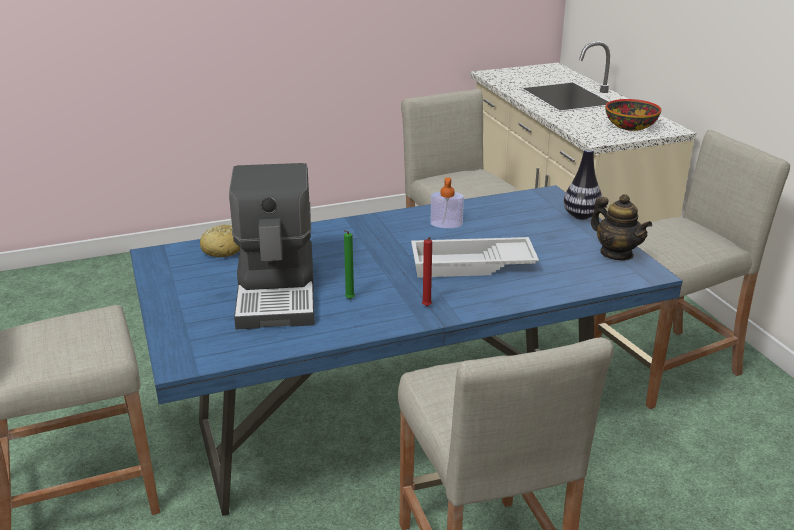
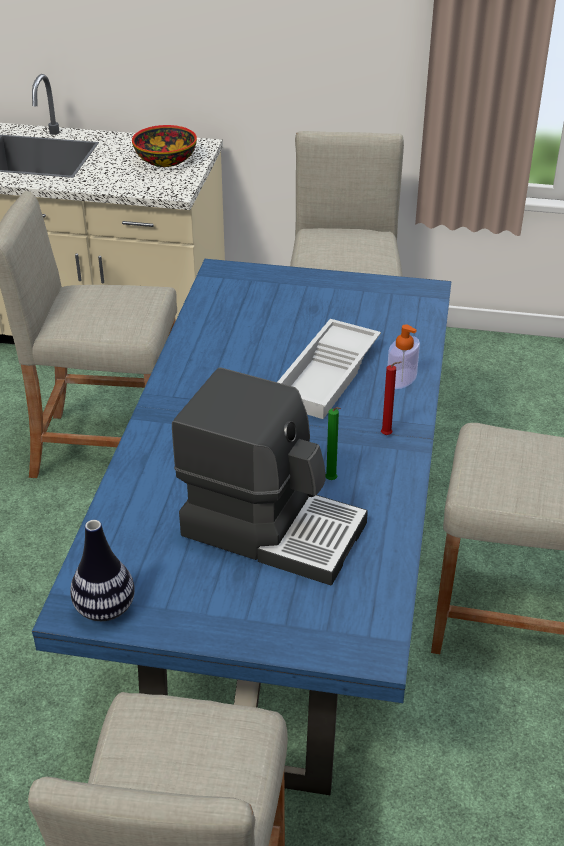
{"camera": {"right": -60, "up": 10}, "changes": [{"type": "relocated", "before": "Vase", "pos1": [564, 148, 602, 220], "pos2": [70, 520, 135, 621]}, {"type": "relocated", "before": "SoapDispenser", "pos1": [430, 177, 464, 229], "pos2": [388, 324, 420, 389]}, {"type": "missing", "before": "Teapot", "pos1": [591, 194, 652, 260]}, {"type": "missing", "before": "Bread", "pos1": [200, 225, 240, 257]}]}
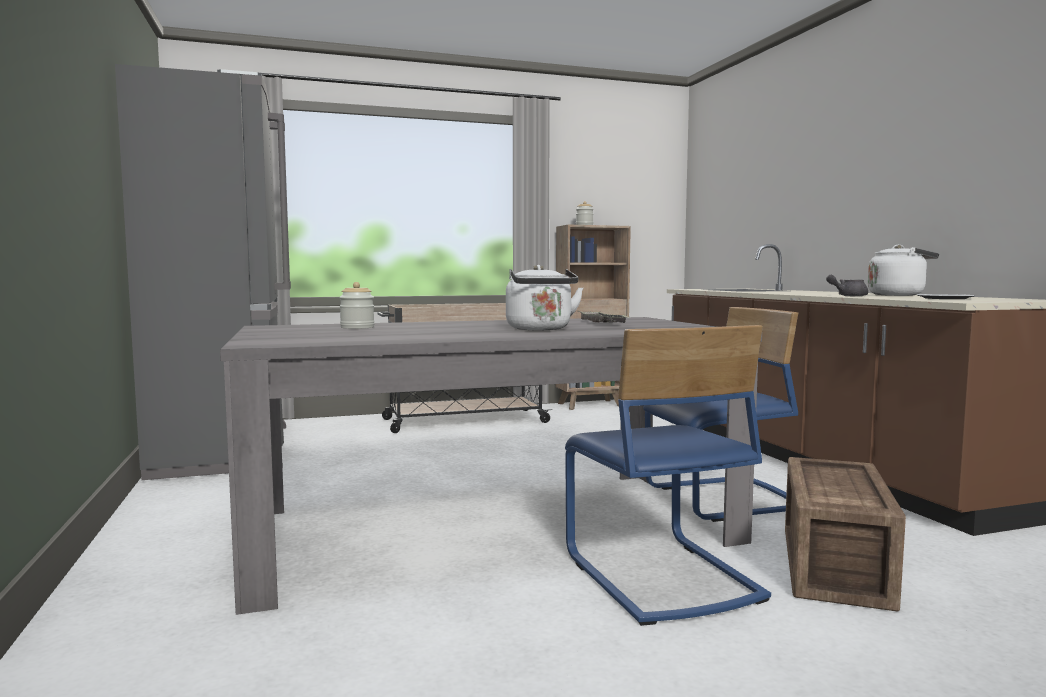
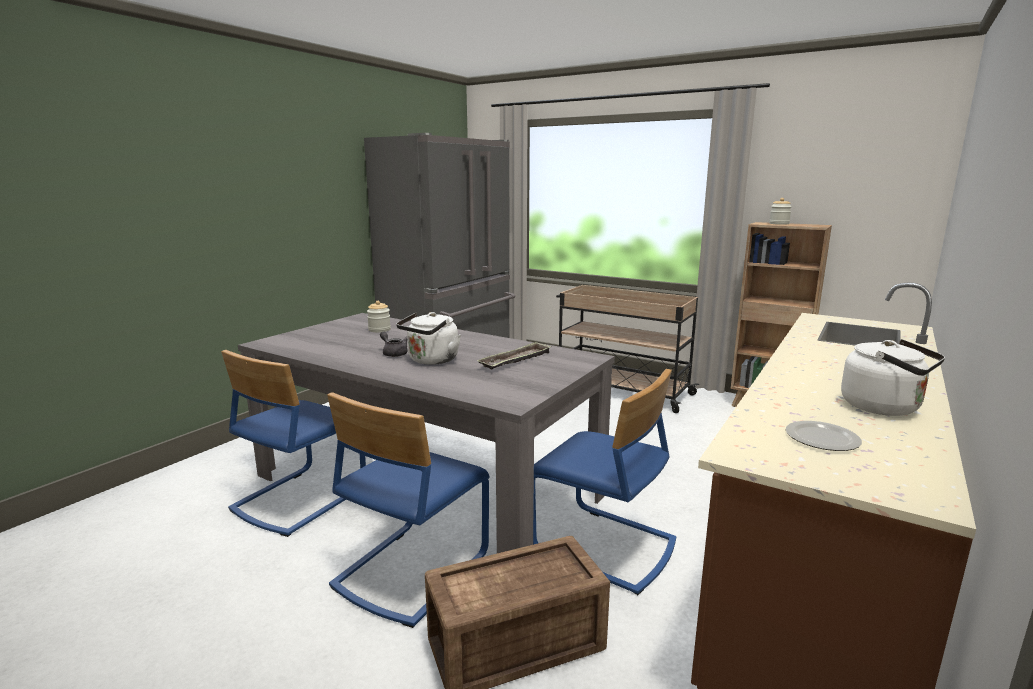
{"camera": {"right": 50, "up": 10}, "changes": [{"type": "relocated", "before": "GreyTeapot", "pos1": [826, 275, 868, 297], "pos2": [380, 331, 408, 357]}, {"type": "appeared", "after": "BlueChair", "pos2": [221, 350, 366, 537]}]}
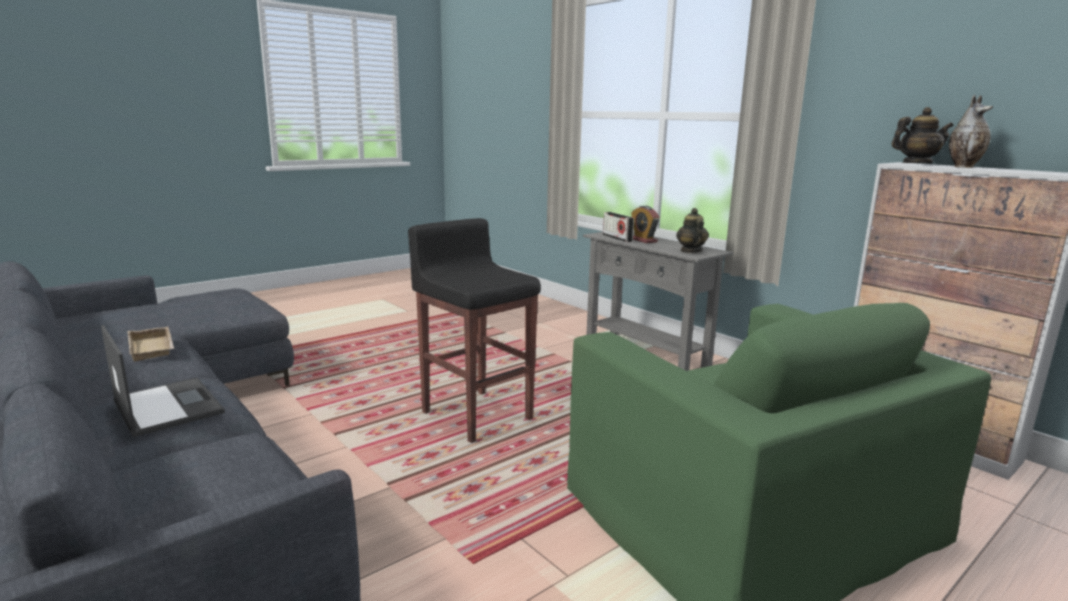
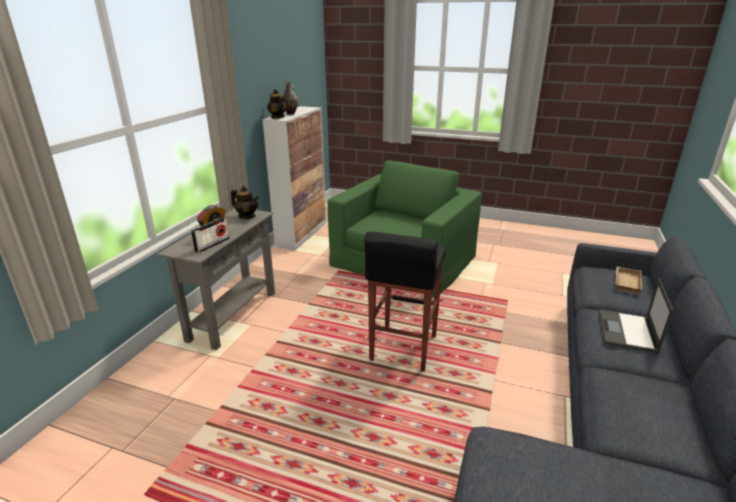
{"camera": {"right": -120, "up": 10}, "changes": [{"type": "spun", "before": "Teapot", "pos1": [676, 208, 709, 253], "pos2": [231, 186, 259, 219], "turn": -120}, {"type": "relocated", "before": "BeigeTray", "pos1": [127, 327, 175, 362], "pos2": [616, 267, 642, 293]}]}
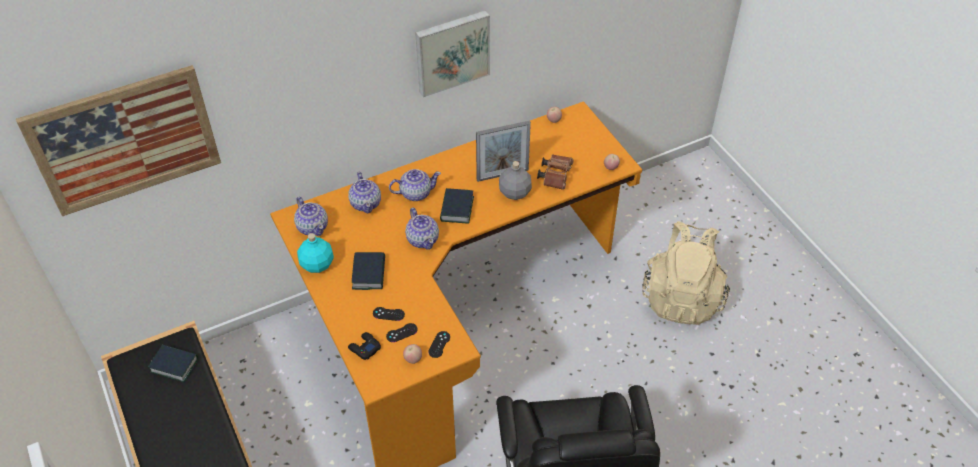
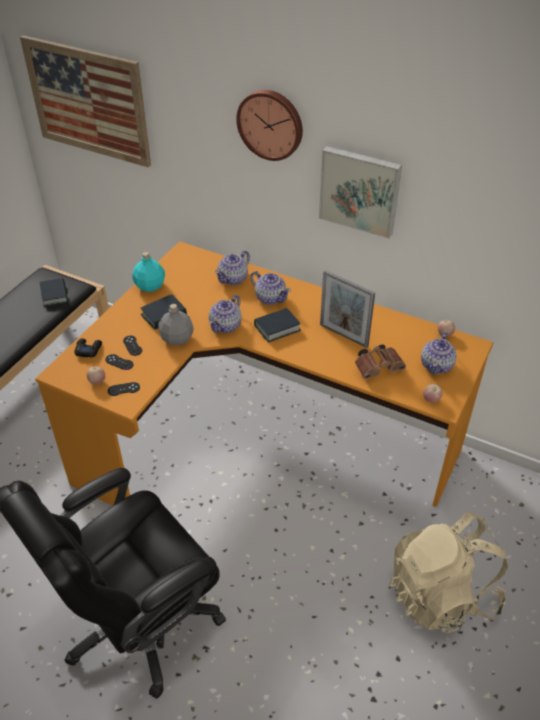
{"camera": {"right": 55, "up": -5}, "changes": [{"type": "relocated", "before": "GreyBottle", "pos1": [499, 161, 532, 200], "pos2": [158, 304, 194, 345]}, {"type": "relocated", "before": "Teapot", "pos1": [294, 197, 328, 236], "pos2": [421, 332, 457, 374]}, {"type": "appeared", "after": "WallClock", "pos2": [236, 90, 303, 161]}]}
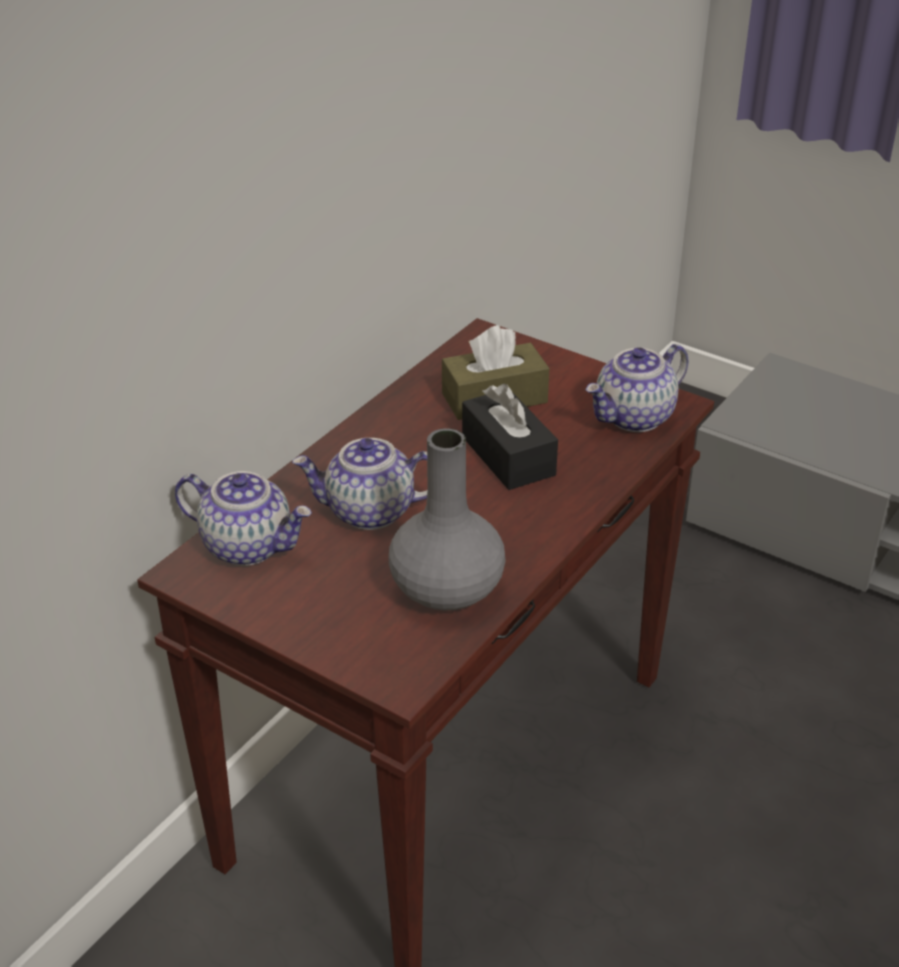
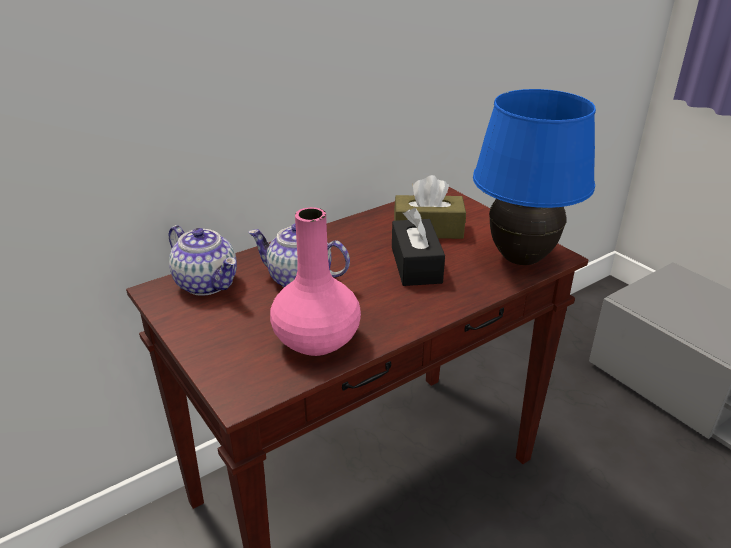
{"camera": {"right": 20, "up": -5}, "changes": [{"type": "exchanged", "before": "Teapot", "after": "BlueTableLamp", "pos1": [586, 344, 689, 432], "pos2": [473, 89, 596, 265]}, {"type": "colour", "before": "GreyVase", "after": "PinkVase", "pos1": [389, 428, 506, 611], "pos2": [270, 207, 361, 356]}]}
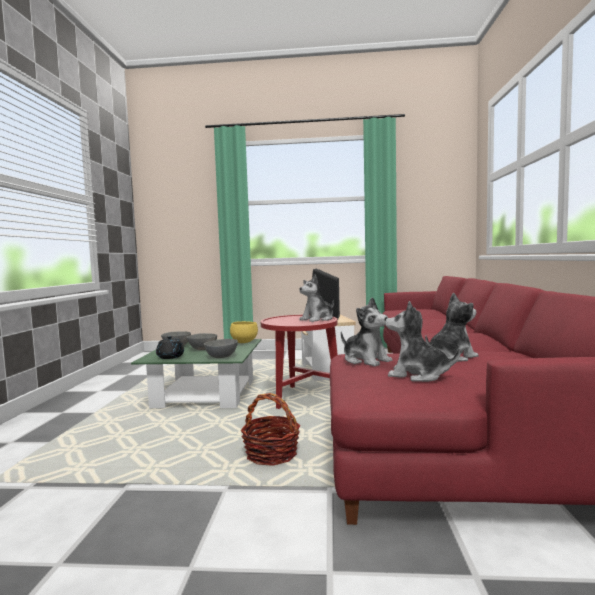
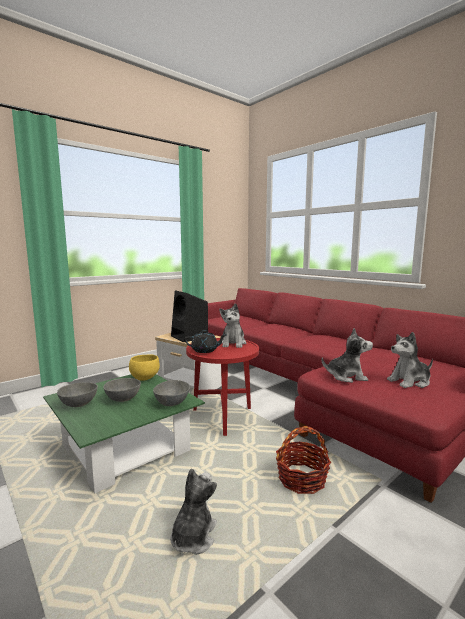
{"camera": {"right": -45, "up": 5}, "changes": [{"type": "relocated", "before": "PlushToy", "pos1": [425, 292, 479, 362], "pos2": [170, 468, 217, 555]}, {"type": "relocated", "before": "BlackTeapot", "pos1": [156, 336, 184, 359], "pos2": [184, 330, 226, 353]}]}
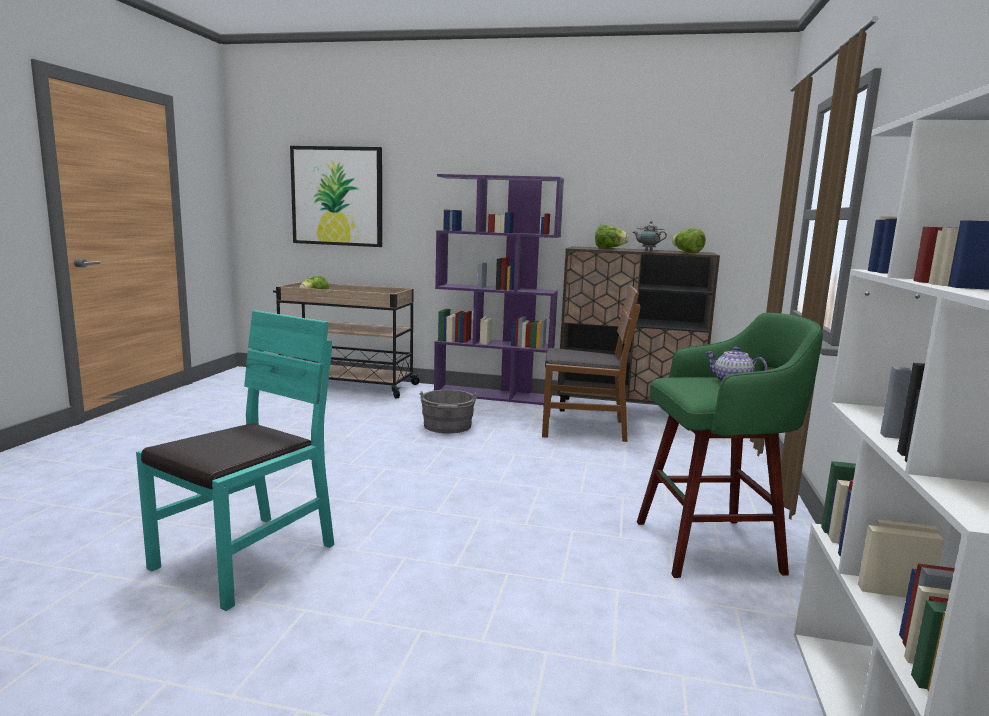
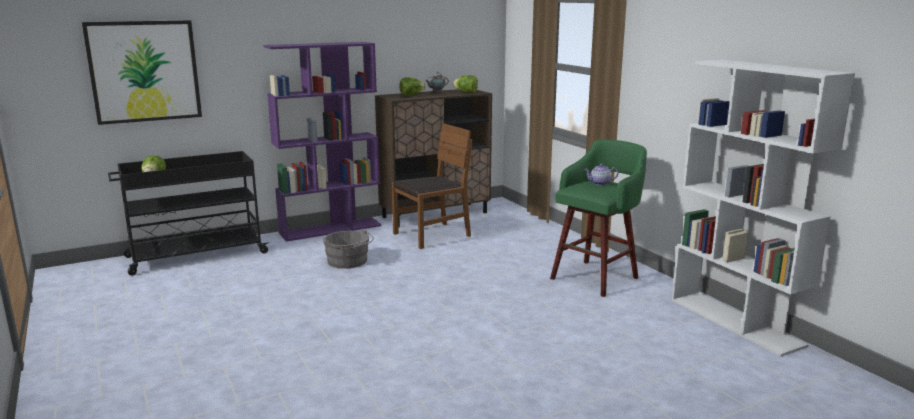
{"camera": {"right": -40, "up": 5}, "changes": [{"type": "colour", "before": "BeigeCart", "after": "BlackCart", "pos1": [273, 282, 421, 399], "pos2": [108, 151, 269, 276]}, {"type": "missing", "before": "TurquoiseChair", "pos1": [136, 310, 334, 611]}]}
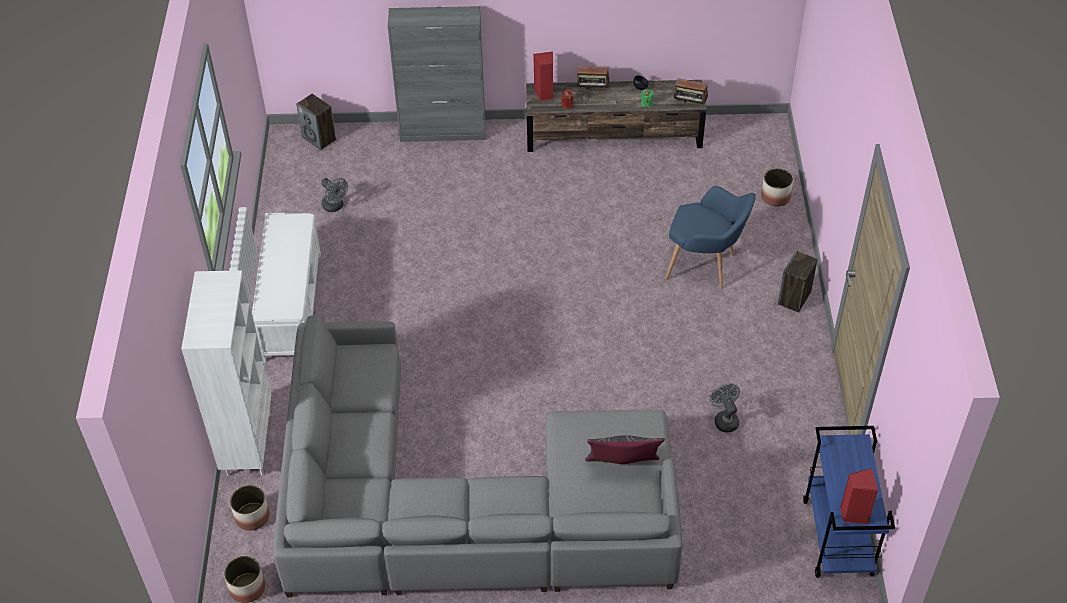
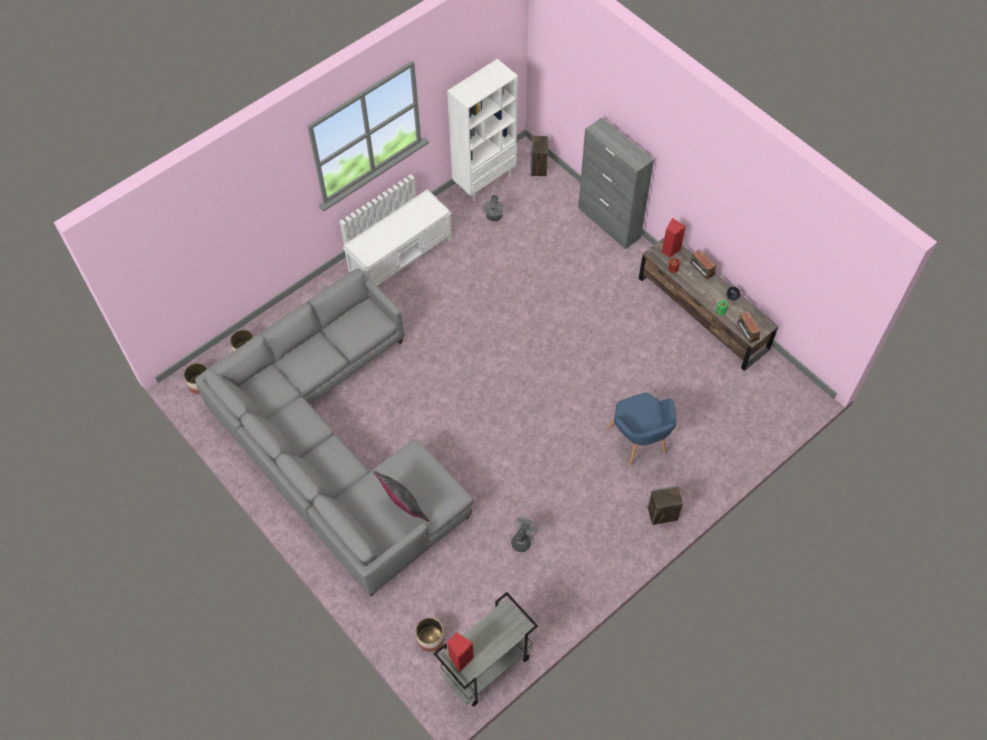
{"camera": {"right": 50, "up": 10}, "changes": [{"type": "relocated", "before": "Planter", "pos1": [761, 168, 793, 207], "pos2": [415, 617, 444, 652]}, {"type": "relocated", "before": "WhiteBookcase", "pos1": [181, 270, 271, 476], "pos2": [447, 59, 518, 201]}, {"type": "colour", "before": "BlueCart", "after": "GreyCart", "pos1": [803, 426, 895, 578], "pos2": [433, 592, 538, 707]}]}
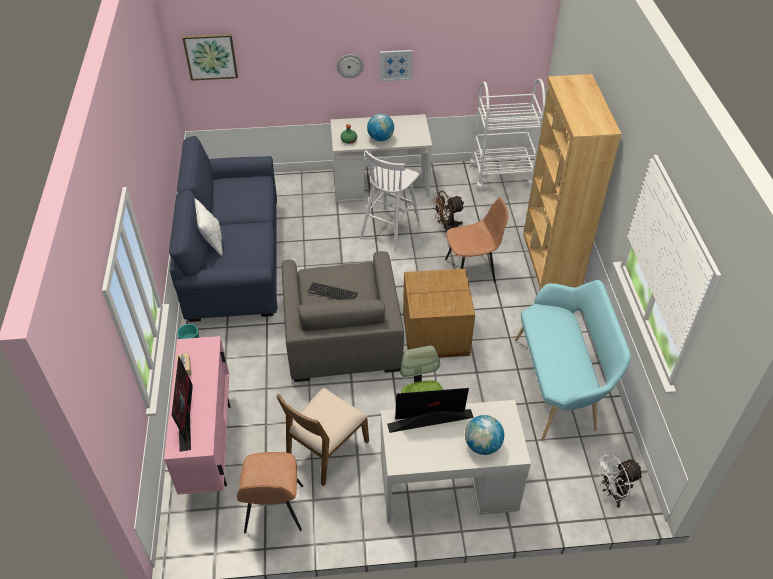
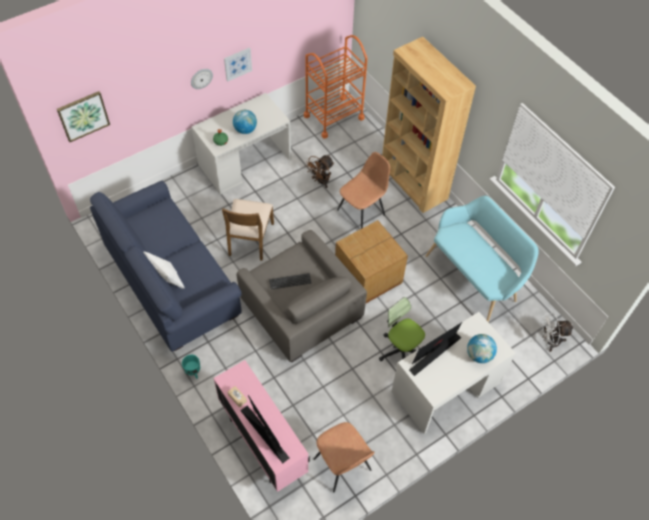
{"camera": {"right": -30, "up": 10}, "changes": [{"type": "colour", "before": "WhiteCart", "after": "OrangeCart", "pos1": [470, 79, 546, 191], "pos2": [304, 35, 368, 139]}, {"type": "missing", "before": "WhiteStool", "pos1": [360, 150, 420, 252]}, {"type": "relocated", "before": "BrownChair", "pos1": [276, 388, 369, 486], "pos2": [222, 199, 274, 261]}, {"type": "spun", "before": "WhiteFan", "pos1": [596, 454, 643, 508], "pos2": [541, 313, 573, 352], "turn": 45}]}
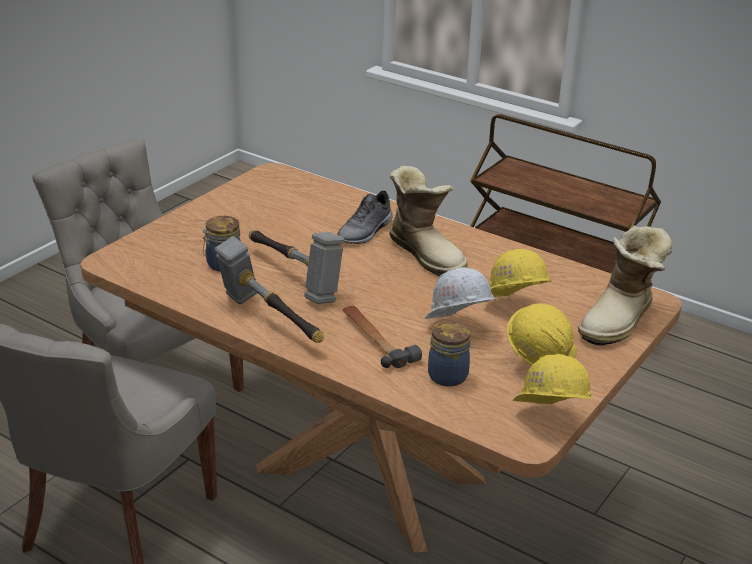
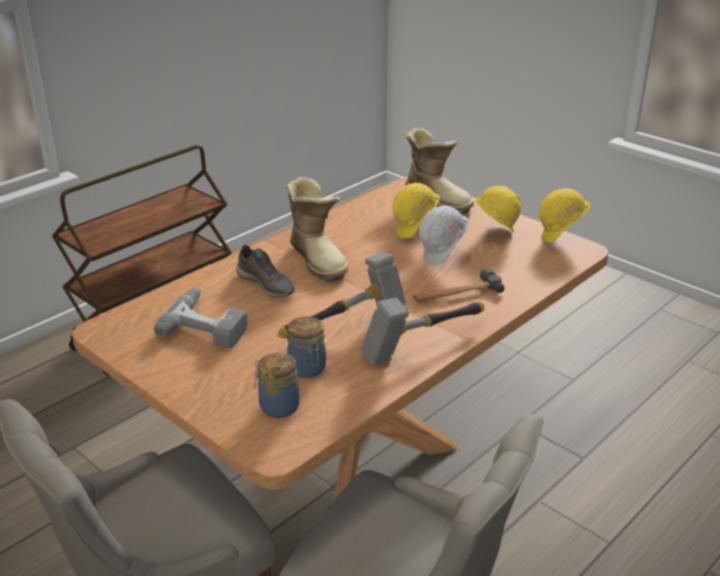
{"camera": {"right": -80, "up": 0}, "changes": [{"type": "spun", "before": "Boot", "pos1": [389, 165, 468, 276], "pos2": [285, 177, 349, 281], "turn": 90}, {"type": "relocated", "before": "Jar", "pos1": [428, 321, 470, 387], "pos2": [254, 353, 300, 418]}, {"type": "appeared", "after": "PowerDrill", "pos2": [154, 287, 248, 349]}]}
